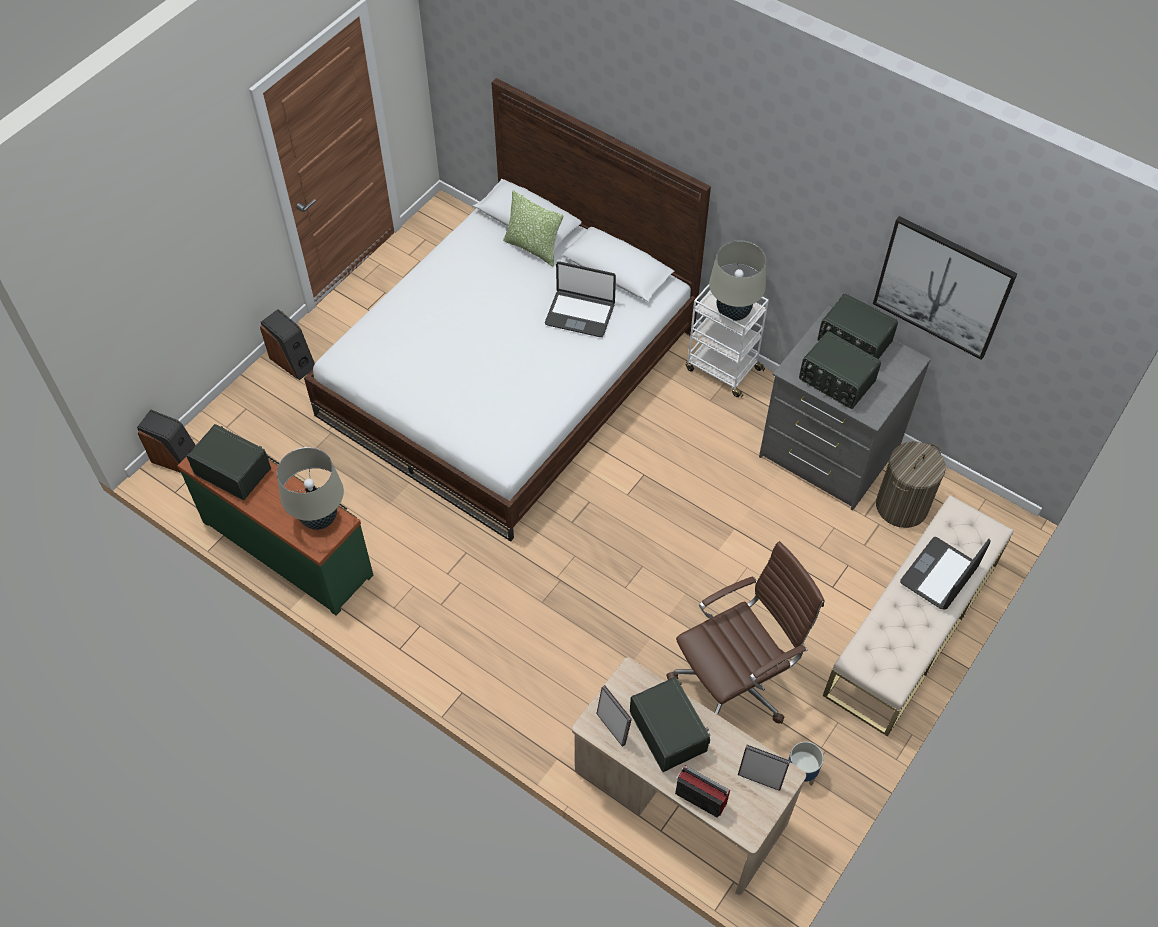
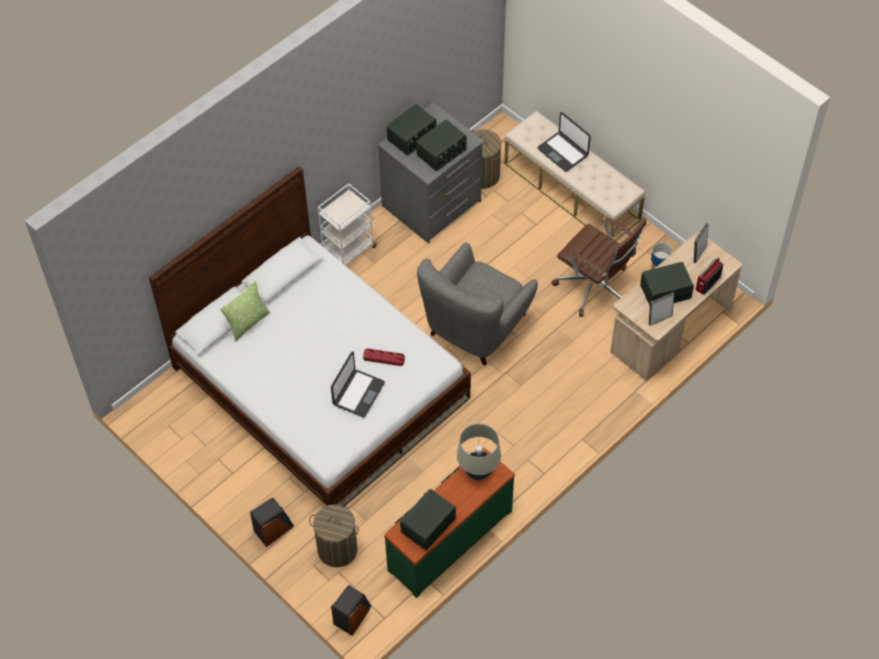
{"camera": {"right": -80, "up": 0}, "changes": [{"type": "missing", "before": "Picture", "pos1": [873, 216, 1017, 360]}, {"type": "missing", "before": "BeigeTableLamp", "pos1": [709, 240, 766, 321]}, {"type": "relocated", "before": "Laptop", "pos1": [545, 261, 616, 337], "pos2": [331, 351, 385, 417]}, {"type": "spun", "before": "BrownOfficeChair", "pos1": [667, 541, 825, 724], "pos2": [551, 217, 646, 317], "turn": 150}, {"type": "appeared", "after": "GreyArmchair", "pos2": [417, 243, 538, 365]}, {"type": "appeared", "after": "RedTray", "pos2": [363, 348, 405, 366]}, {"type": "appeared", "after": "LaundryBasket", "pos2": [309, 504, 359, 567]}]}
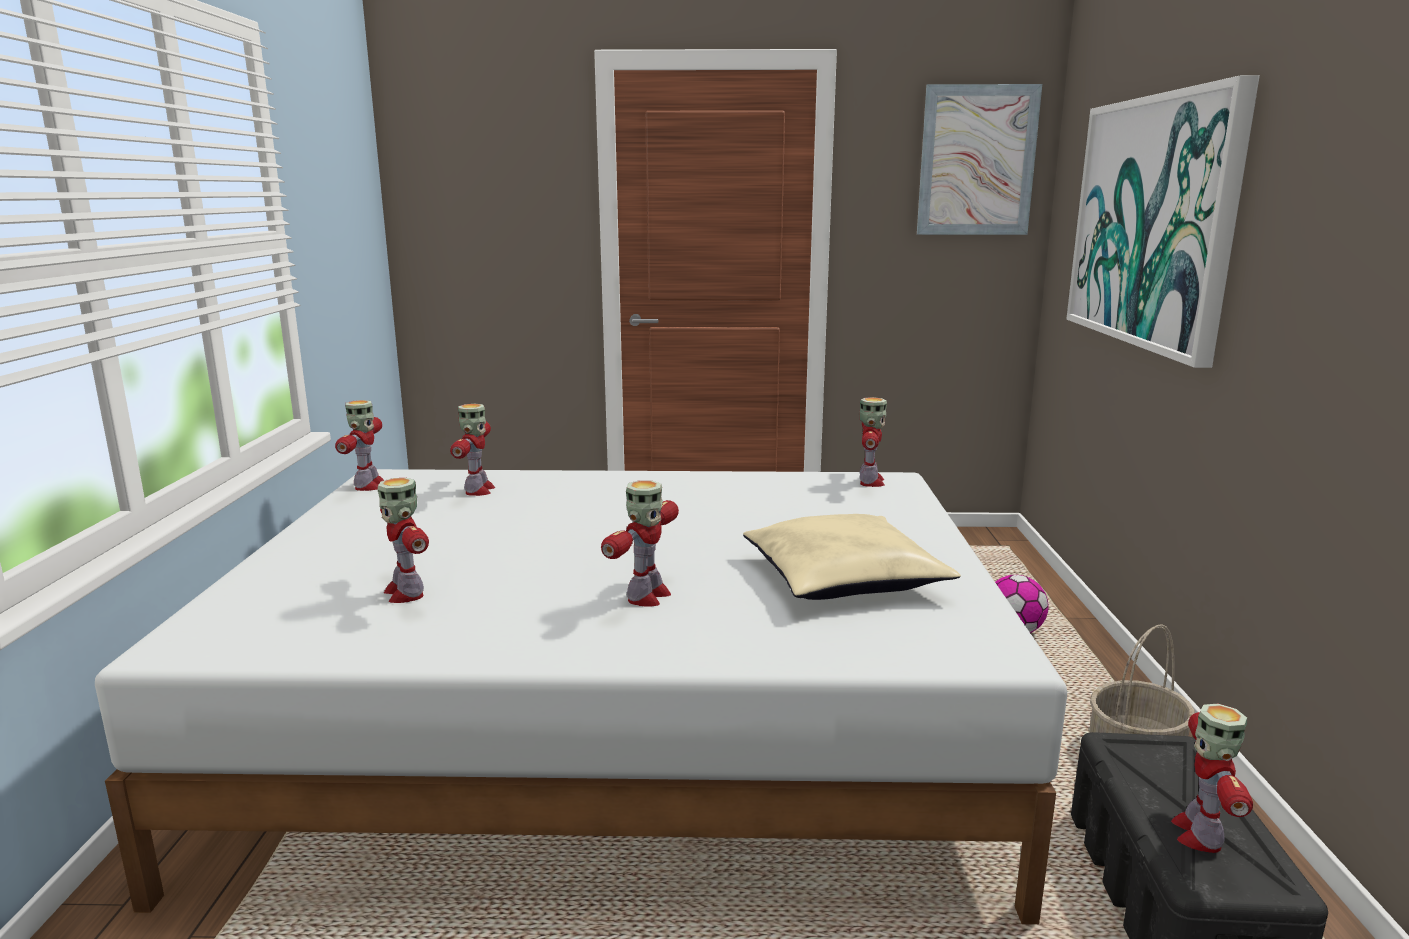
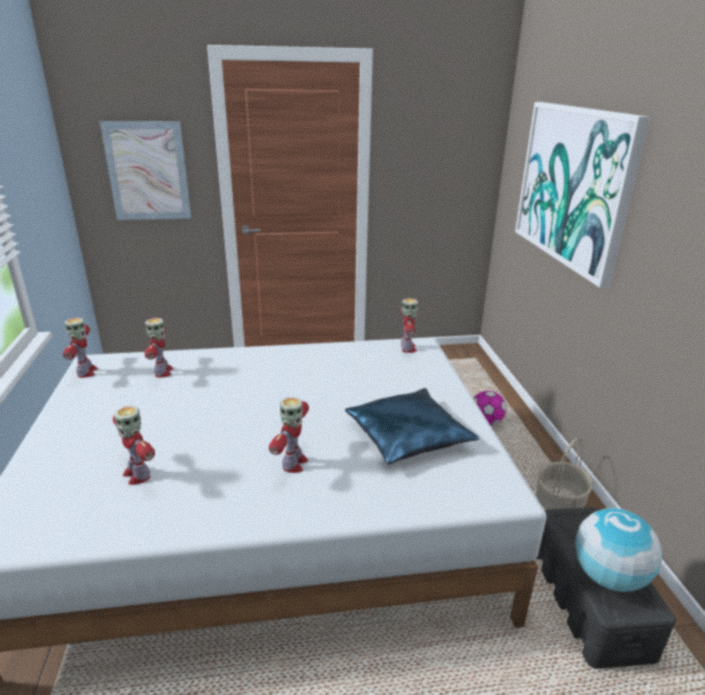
{"camera": {"right": -10, "up": 10}, "changes": [{"type": "relocated", "before": "Picture", "pos1": [917, 84, 1042, 235], "pos2": [100, 121, 191, 220]}, {"type": "colour", "before": "BeigePillow", "after": "BluePillow", "pos1": [743, 514, 961, 600], "pos2": [345, 388, 479, 464]}, {"type": "exchanged", "before": "ToyRobot", "after": "Globe", "pos1": [1171, 704, 1253, 853], "pos2": [575, 508, 662, 592]}]}
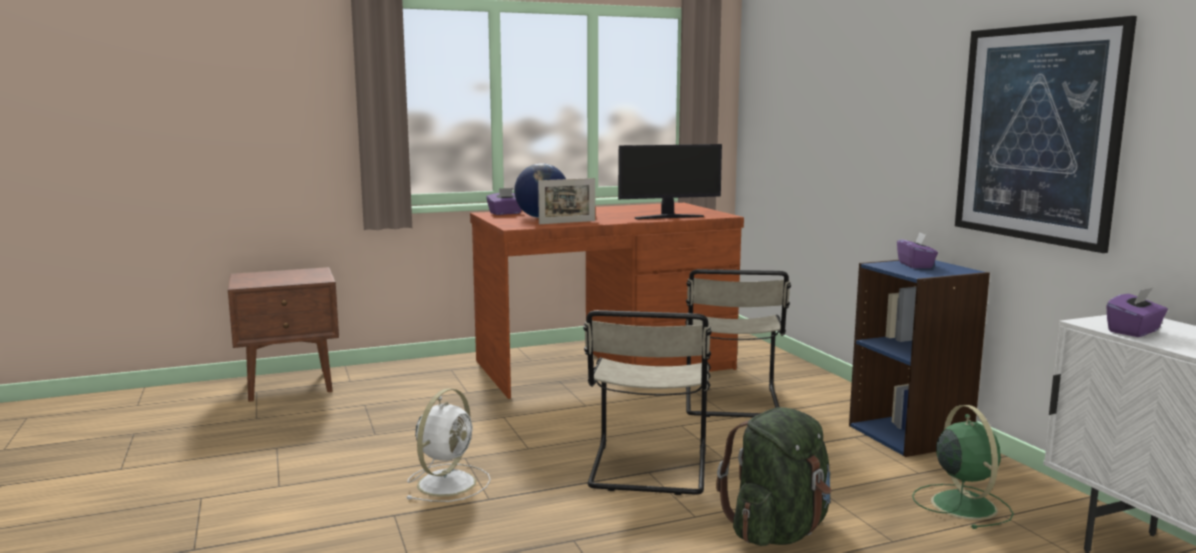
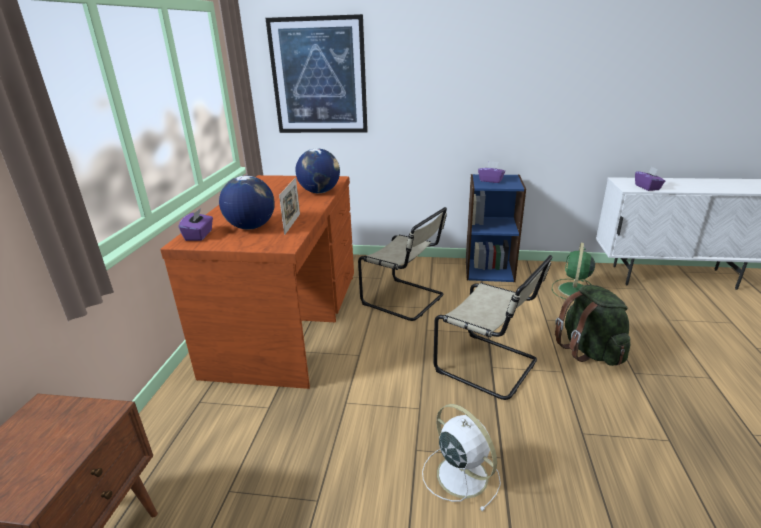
{"camera": {"right": -60, "up": 15}, "changes": [{"type": "relocated", "before": "Picture", "pos1": [955, 16, 1137, 253], "pos2": [265, 14, 368, 133]}, {"type": "exchanged", "before": "Monitor", "after": "Globe", "pos1": [618, 144, 722, 219], "pos2": [295, 148, 340, 193]}, {"type": "spun", "before": "GreenFan", "pos1": [912, 405, 1014, 529], "pos2": [552, 243, 595, 301], "turn": -90}]}
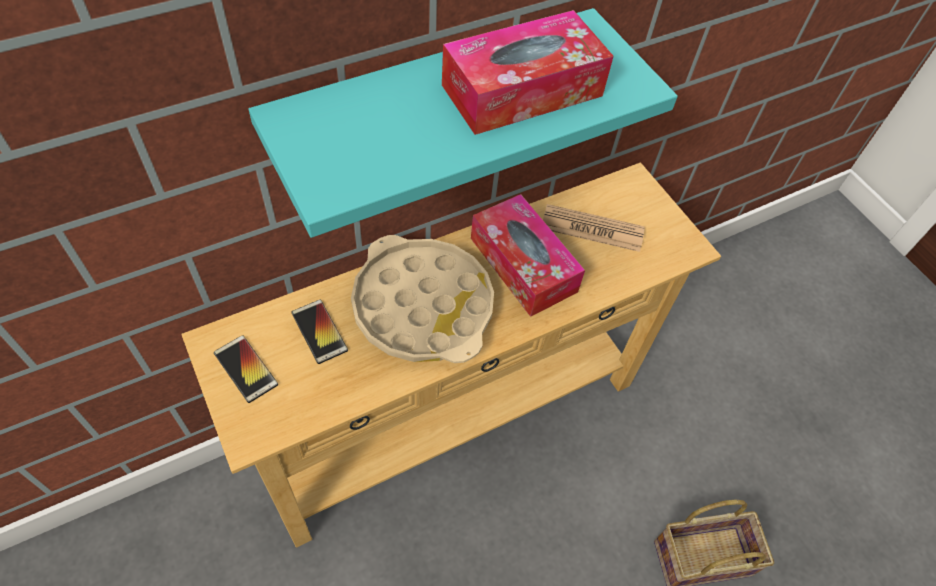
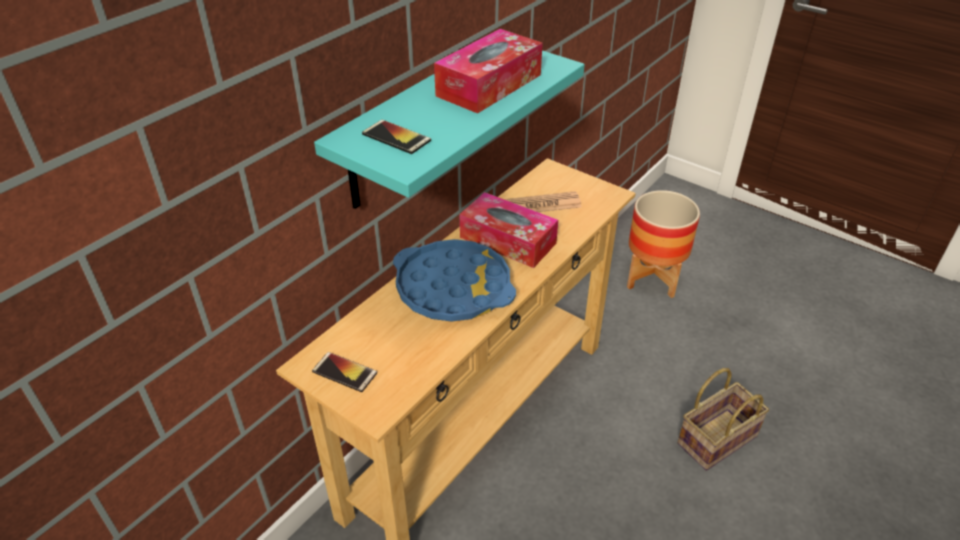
{"camera": {"right": -20, "up": -15}, "changes": [{"type": "colour", "before": "BeigeTray", "after": "BlueTray", "pos1": [351, 235, 494, 363], "pos2": [393, 239, 516, 322]}, {"type": "relocated", "before": "Phone", "pos1": [291, 300, 348, 364], "pos2": [362, 120, 431, 154]}, {"type": "appeared", "after": "Planter", "pos2": [627, 190, 700, 298]}]}
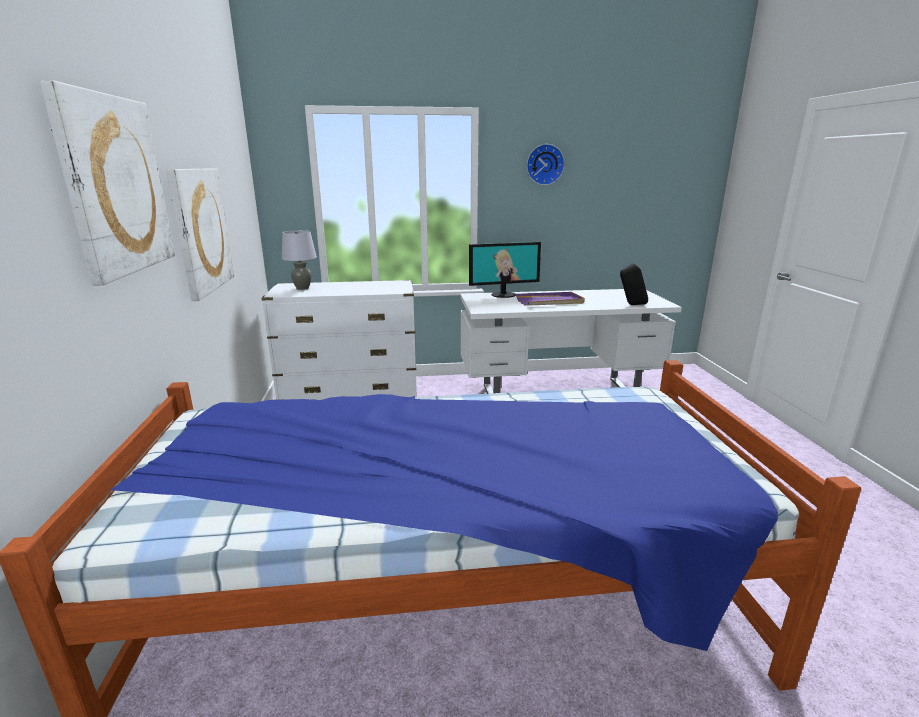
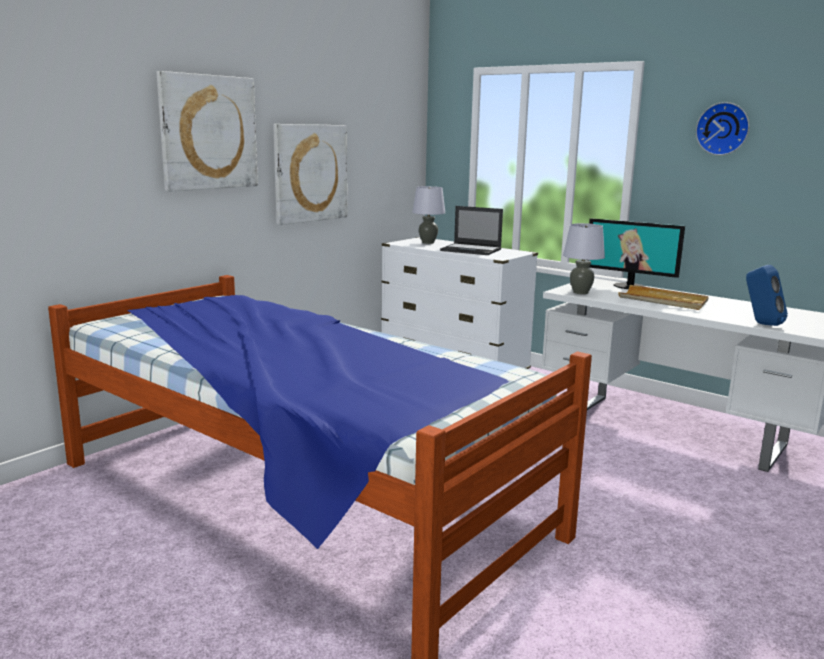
{"camera": {"right": 45, "up": -5}, "changes": [{"type": "colour", "before": "BlackSpeaker", "after": "BlueSpeaker", "pos1": [620, 263, 648, 305], "pos2": [746, 265, 788, 326]}, {"type": "colour", "before": "PurpleTray", "after": "BeigeTray", "pos1": [516, 292, 585, 306], "pos2": [618, 285, 709, 310]}, {"type": "appeared", "after": "Laptop", "pos2": [440, 206, 503, 255]}, {"type": "appeared", "after": "GreyTableLamp", "pos2": [563, 223, 605, 294]}]}
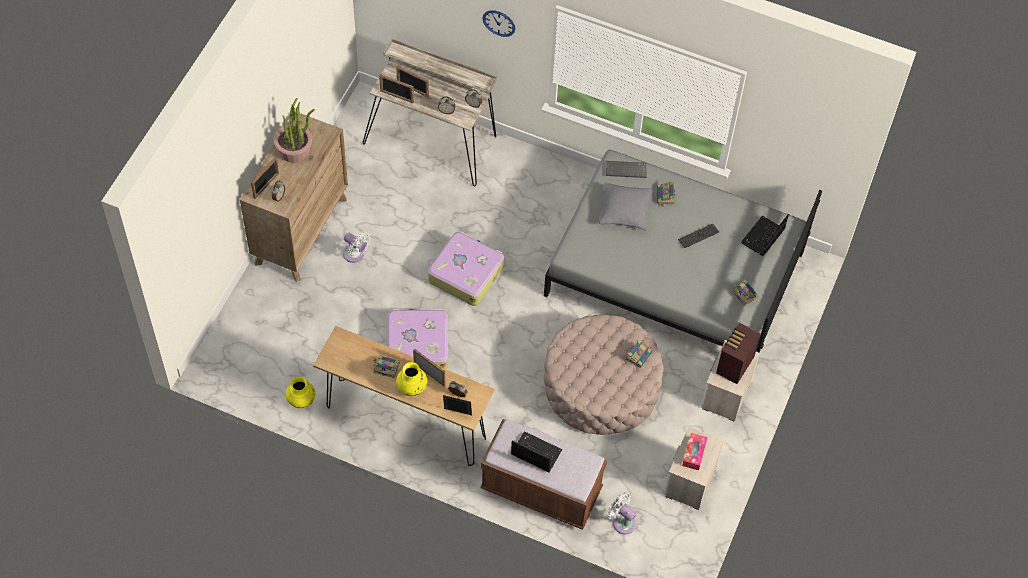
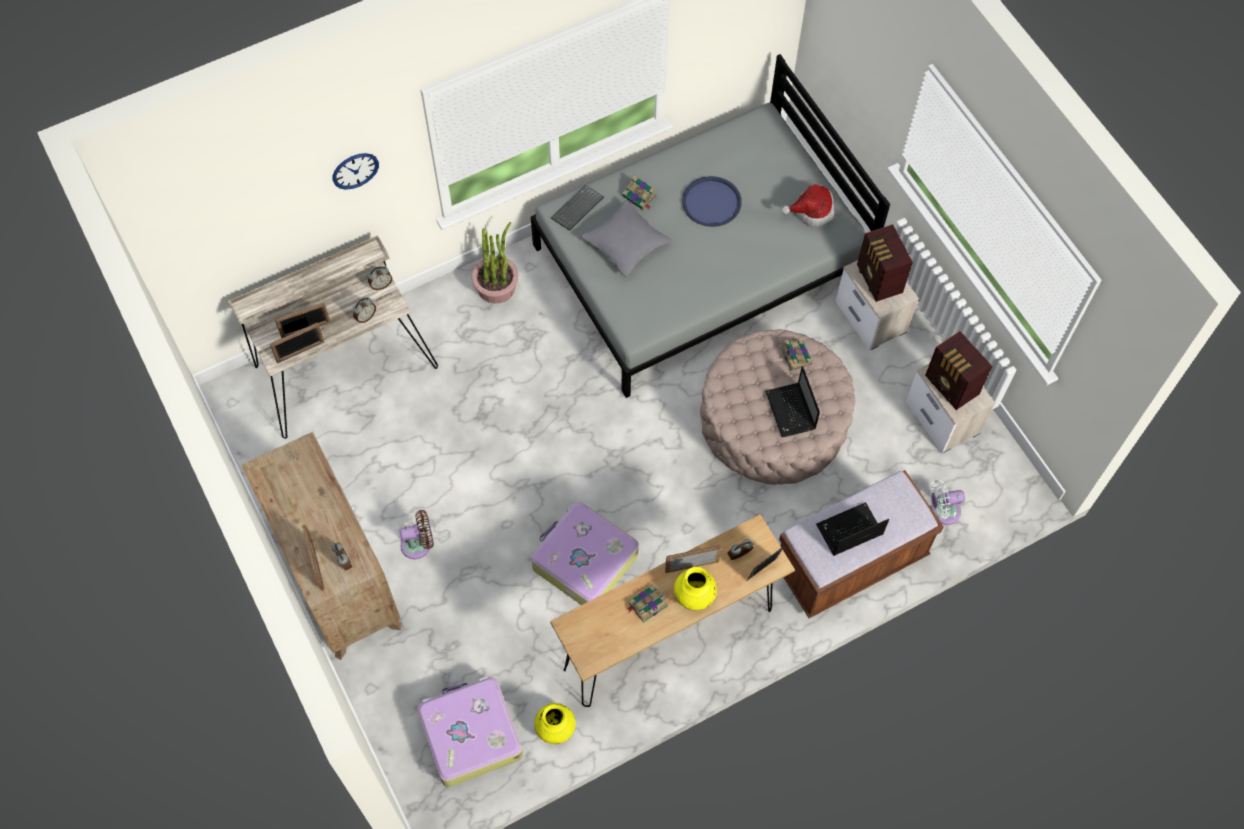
{"camera": {"right": -50, "up": 5}, "changes": [{"type": "relocated", "before": "PottedPlant", "pos1": [274, 98, 315, 163], "pos2": [472, 222, 518, 304]}, {"type": "relocated", "before": "Laptop", "pos1": [741, 214, 789, 256], "pos2": [765, 366, 820, 437]}, {"type": "exchanged", "before": "Keyboard", "after": "BlueTray", "pos1": [678, 224, 719, 248], "pos2": [682, 176, 742, 227]}, {"type": "colour", "before": "WhiteFan", "after": "BrownFan", "pos1": [343, 232, 371, 263], "pos2": [399, 510, 434, 559]}, {"type": "relocated", "before": "Suitcase", "pos1": [428, 232, 504, 306], "pos2": [417, 676, 523, 787]}, {"type": "exchanged", "before": "Book", "after": "Hat", "pos1": [732, 281, 759, 306], "pos2": [781, 184, 834, 227]}, {"type": "exchanged", "before": "TissueBox", "after": "Radio", "pos1": [682, 433, 708, 470], "pos2": [925, 331, 992, 410]}]}
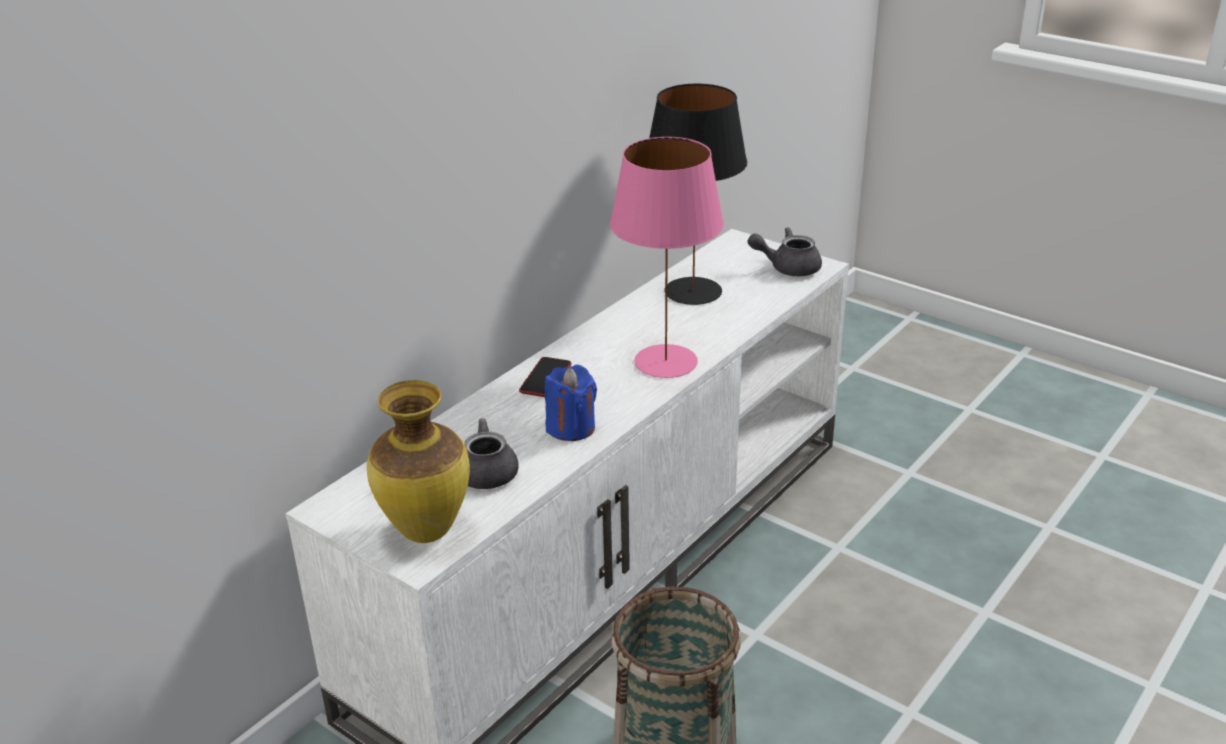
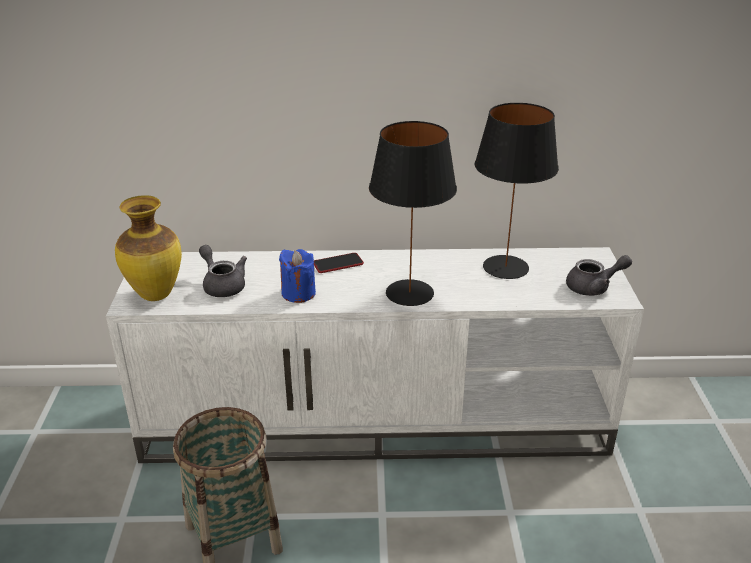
{"camera": {"right": 50, "up": 0}, "changes": [{"type": "colour", "before": "PinkTableLamp", "after": "BlackTableLamp", "pos1": [610, 137, 724, 378], "pos2": [369, 121, 457, 306]}, {"type": "spun", "before": "GreyTeapot", "pos1": [747, 227, 822, 276], "pos2": [566, 255, 632, 296], "turn": 120}]}
